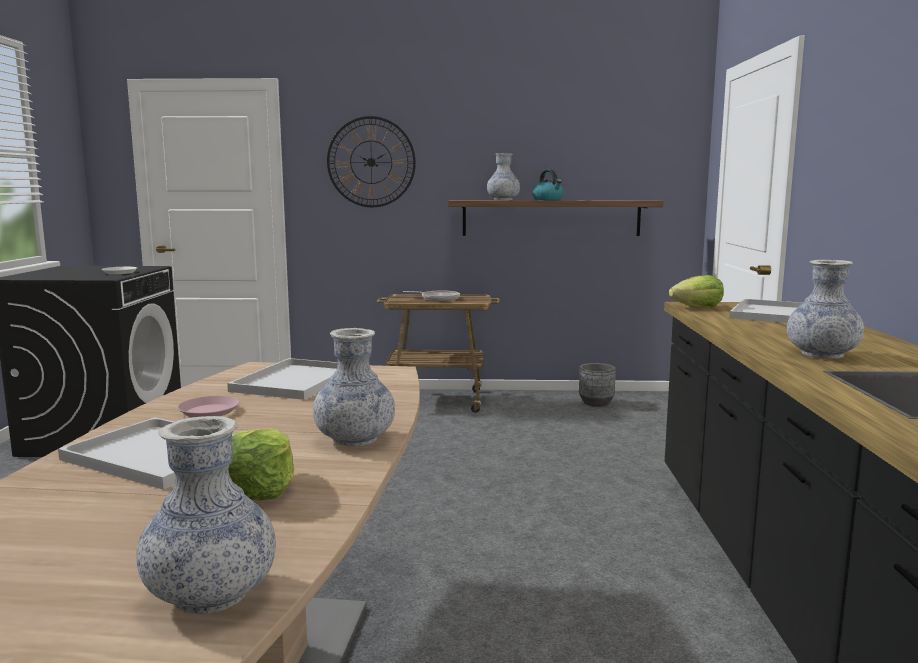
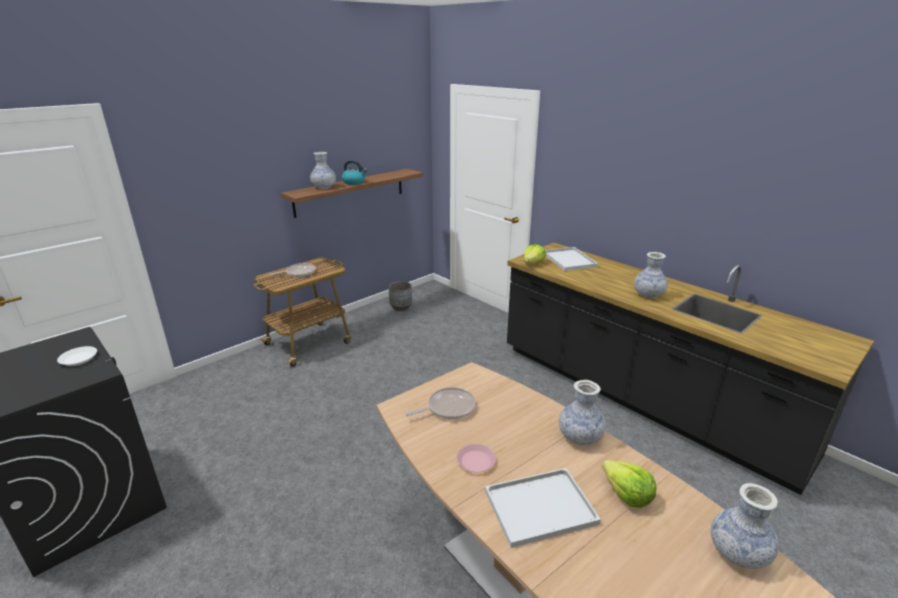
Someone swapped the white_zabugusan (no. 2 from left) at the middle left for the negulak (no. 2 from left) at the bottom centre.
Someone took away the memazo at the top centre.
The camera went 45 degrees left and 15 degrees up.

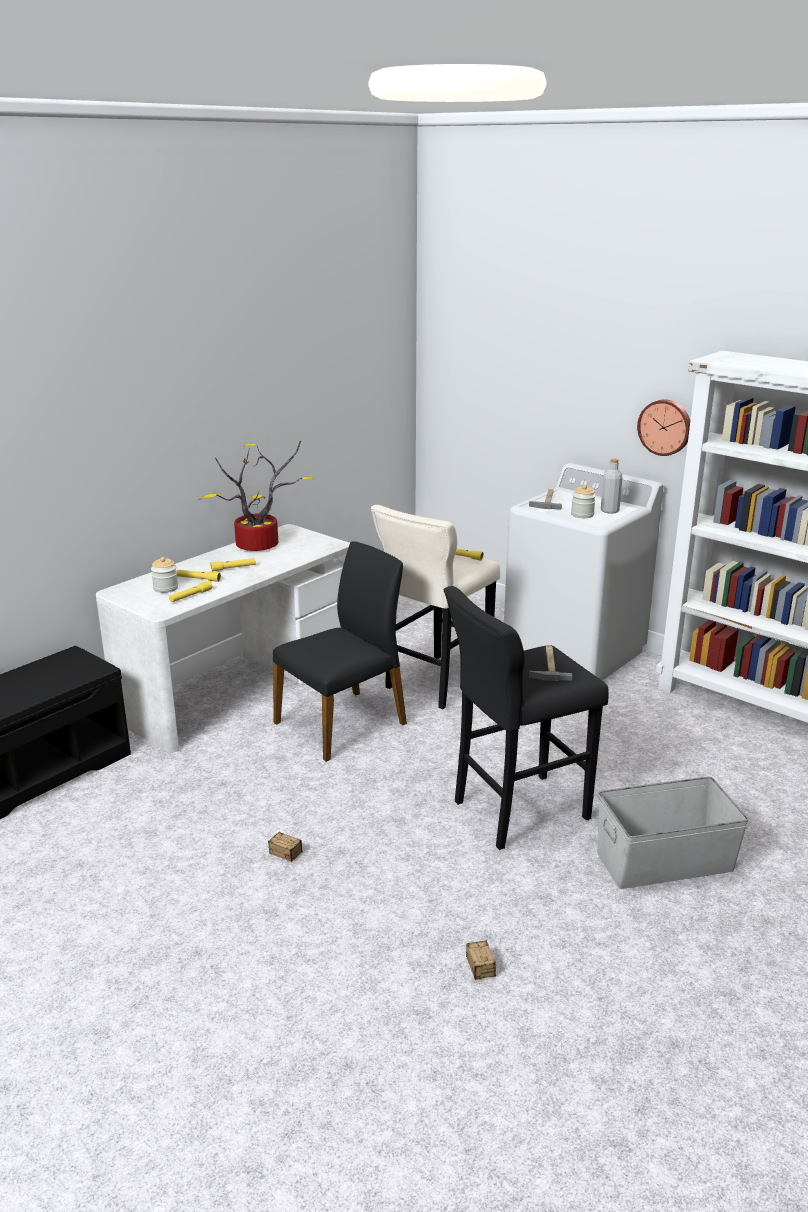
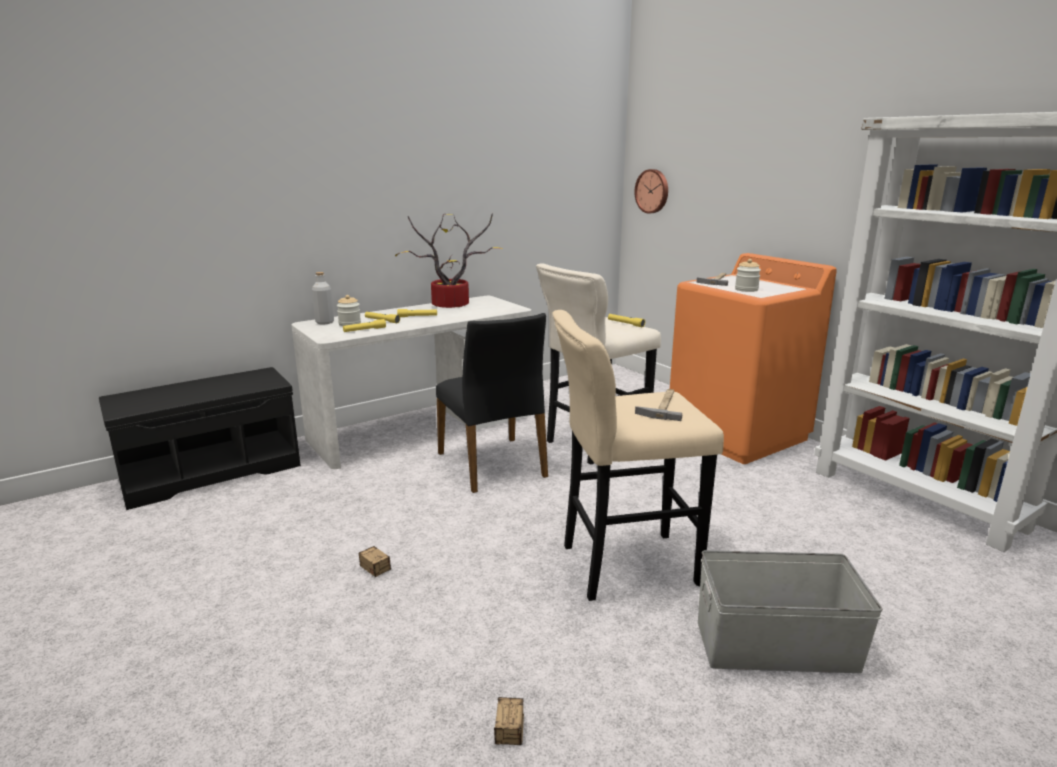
Someone rotated the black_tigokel at the centre by 90 degrees clockwise.
Someone repainted the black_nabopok at the centre, which became the beige_nabopok (no. 2 from left) at the centre.
Someone repainted the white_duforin at the middle right, which became the orange_duforin at the middle right.
Someone carried the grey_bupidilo from the middle right to the middle left.
Someone carried the memazo from the middle right to the top centre.
The camera went 15 degrees right and 5 degrees down.

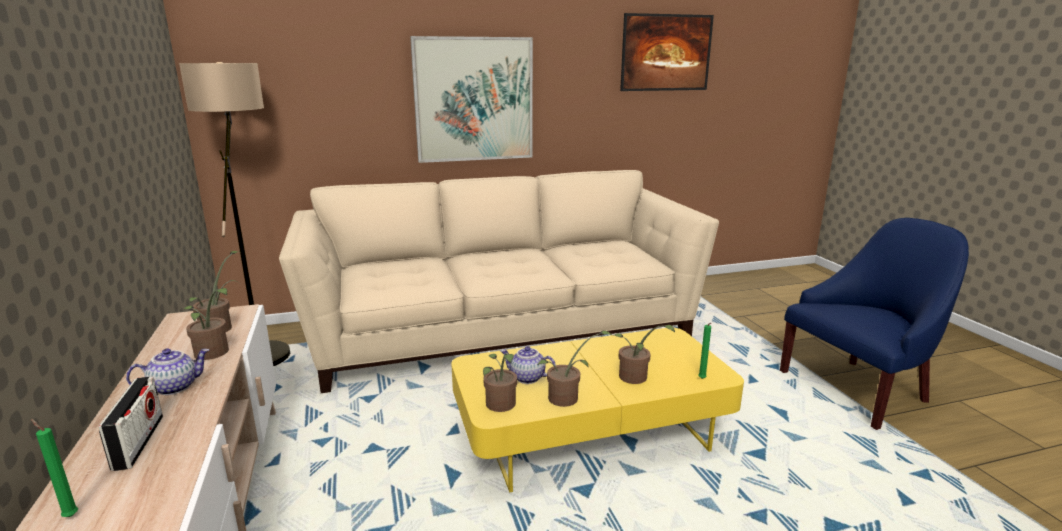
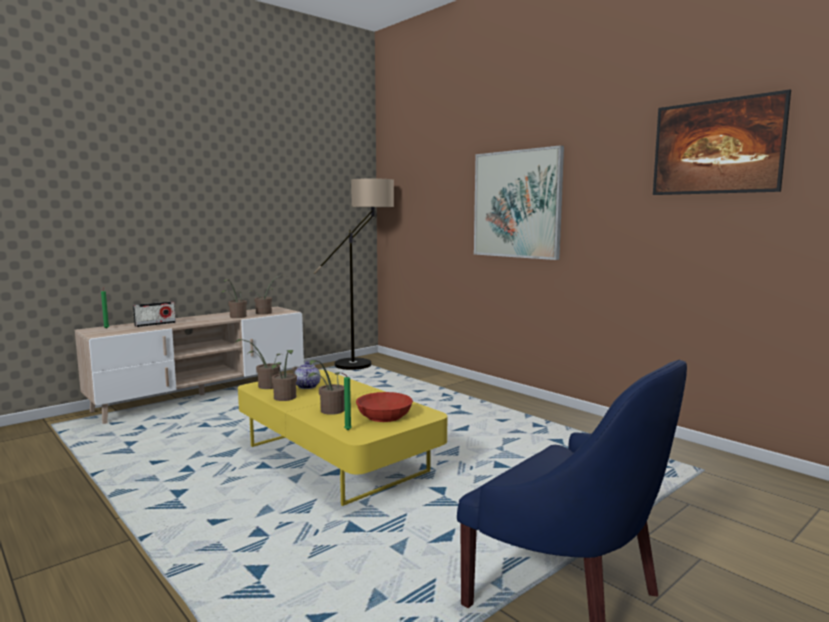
Someone took away the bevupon (no. 1 from left) at the bottom left.
Someone took away the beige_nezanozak at the centre.
Someone put down the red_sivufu at the centre.
The camera went 65 degrees right and 10 degrees down.

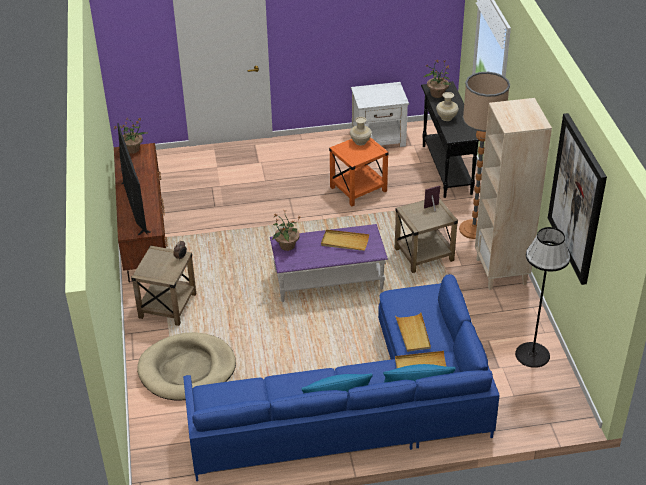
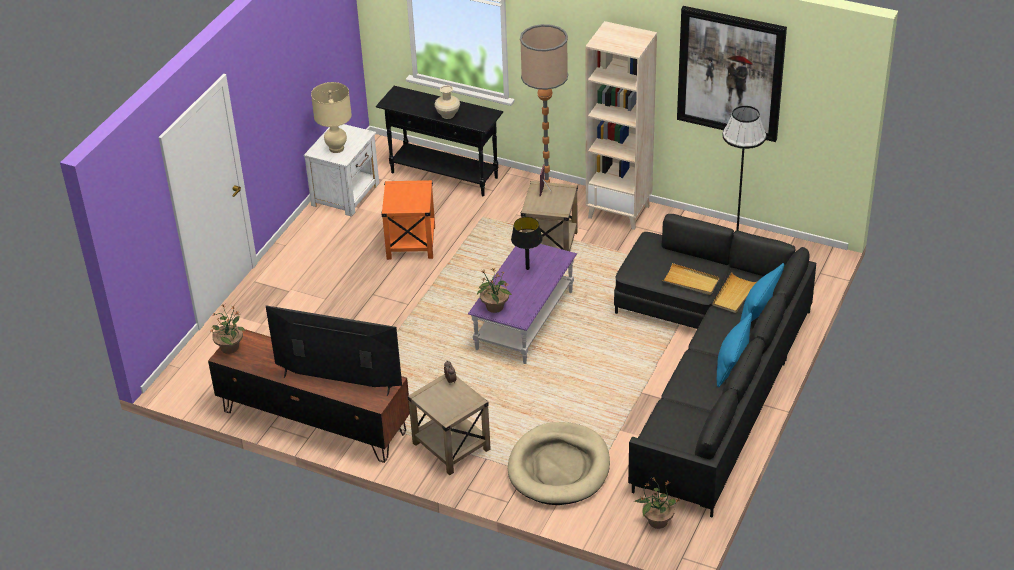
Someone repainted the blue_nezanozak at the bottom centre, which became the black_nezanozak at the middle right.
Someone swapped the beige_zabugusan (no. 1 from left) at the centre for the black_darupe at the centre.
Someone took away the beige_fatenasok (no. 1 from left) at the top centre.
Someone carried the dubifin (no. 3 from left) from the top right to the bottom centre.
Someone put down the beige_darupe at the top left.
The camera went 55 degrees left and 0 degrees up.

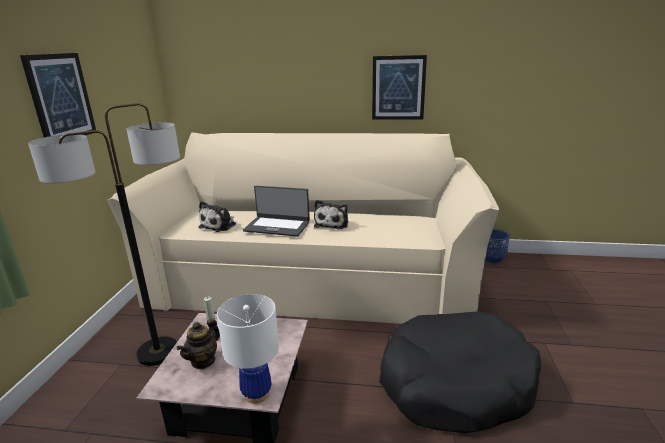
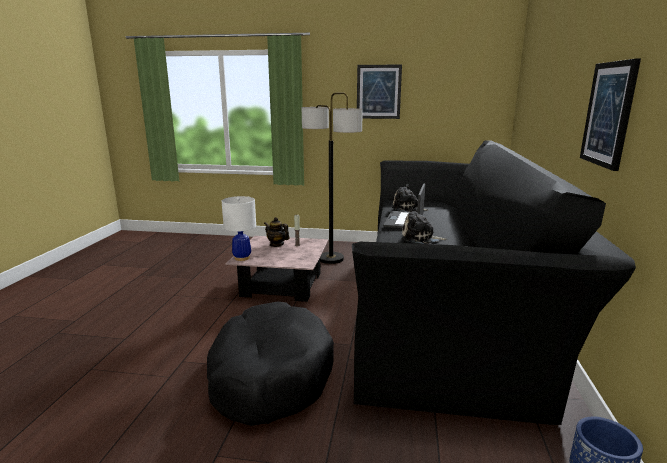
Someone repainted the beige_nezanozak at the centre, which became the black_nezanozak at the middle right.
The camera went 90 degrees right and 5 degrees down.

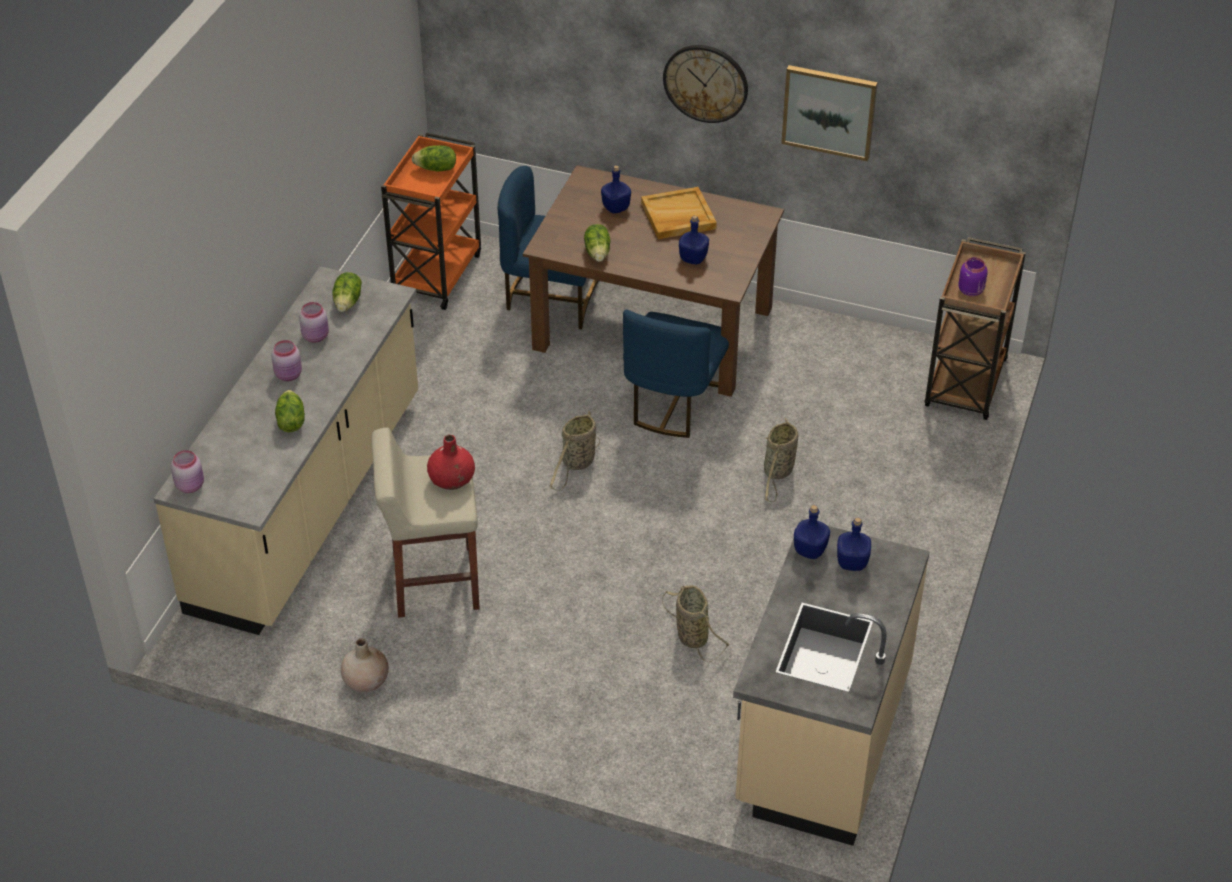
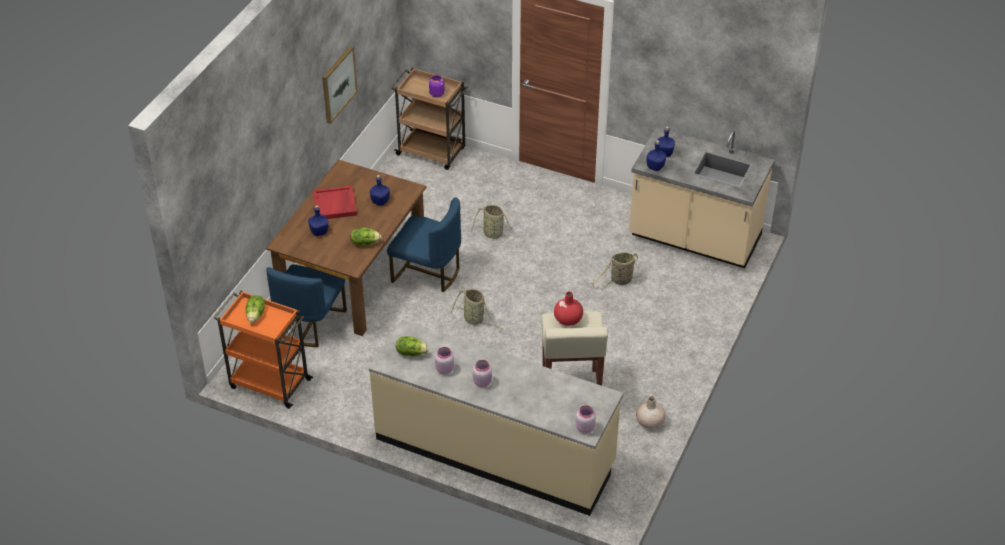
Someone took away the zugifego (no. 1 from left) at the middle left.
Someone repainted the beige_zabugusan at the top centre, which became the red_zabugusan at the centre.
Someone took away the memazo at the top centre.
The camera went 85 degrees left and 0 degrees up.

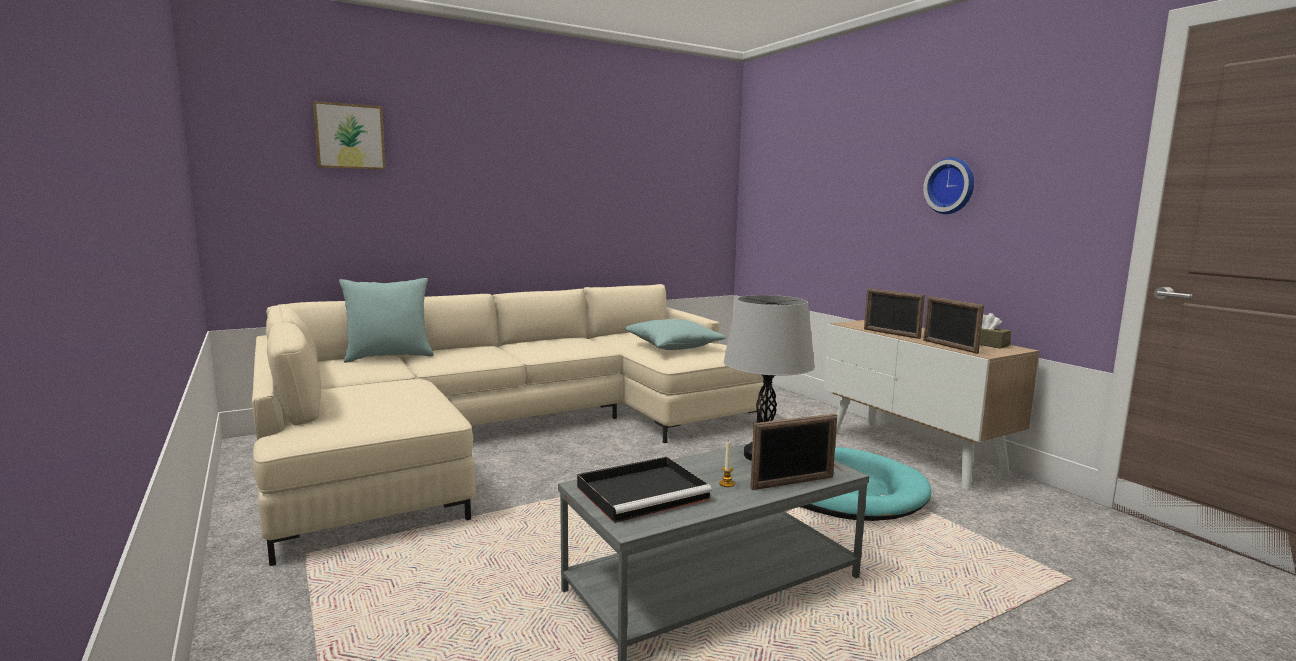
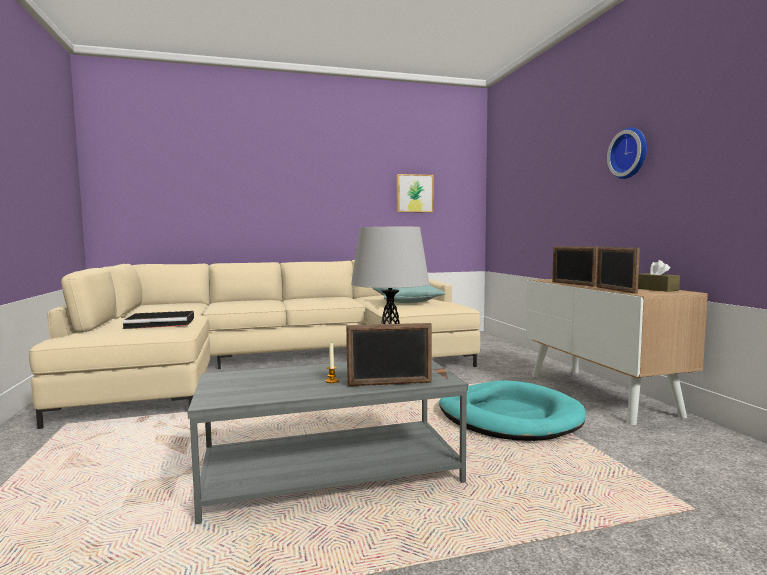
Someone carried the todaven from the top left to the centre.
Someone took away the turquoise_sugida (no. 1 from left) at the middle left.
Someone carried the black_zabugusan from the bottom centre to the middle left.
The camera went 15 degrees right and 5 degrees down.

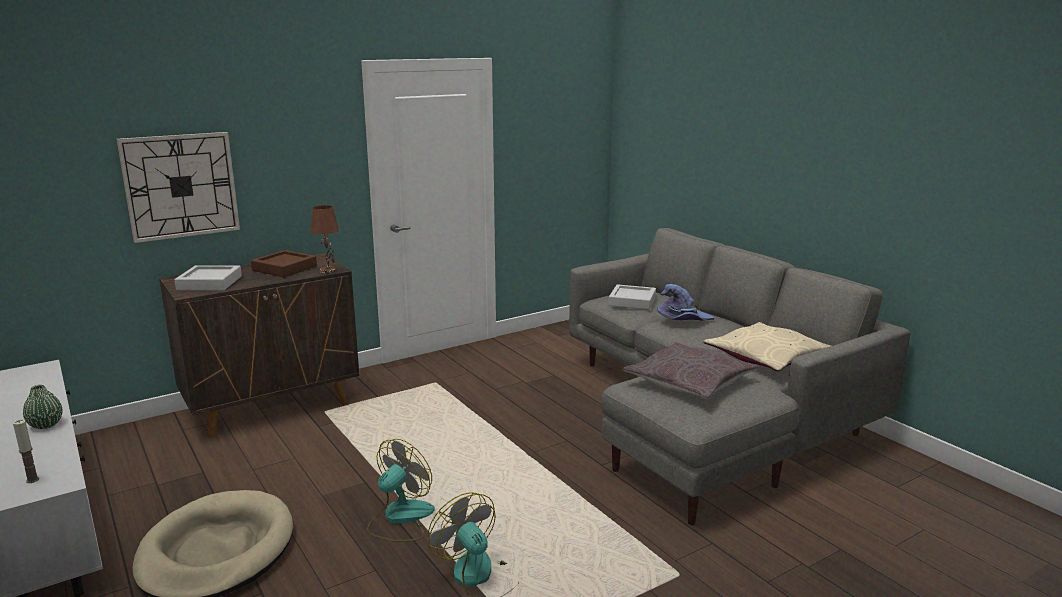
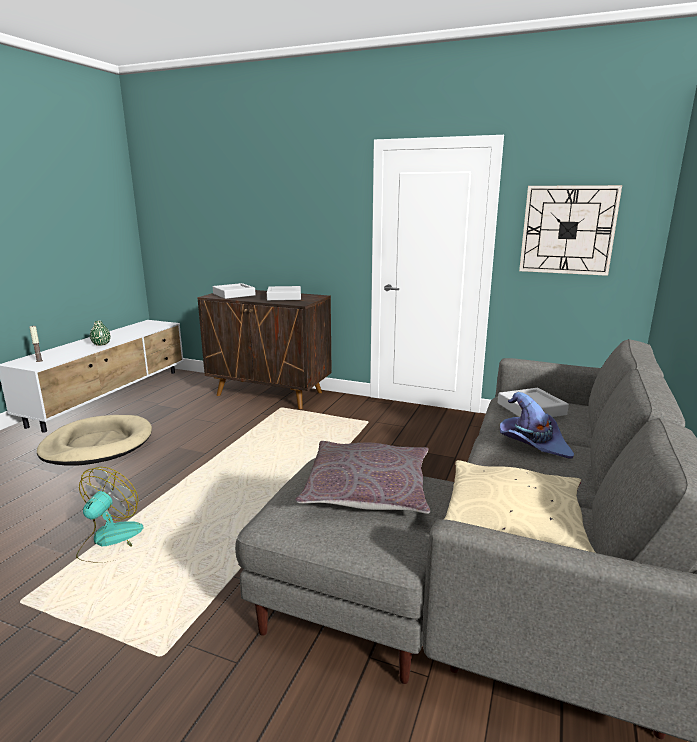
Someone carried the memazo from the top left to the top right.
Someone repainted the brown_zabugusan at the middle left, which became the grey_zabugusan (no. 2 from left) at the centre.
Someone took away the brown_darupe at the middle left.
Someone took away the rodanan (no. 1 from left) at the bottom centre.
The camera went 55 degrees right and 0 degrees up.

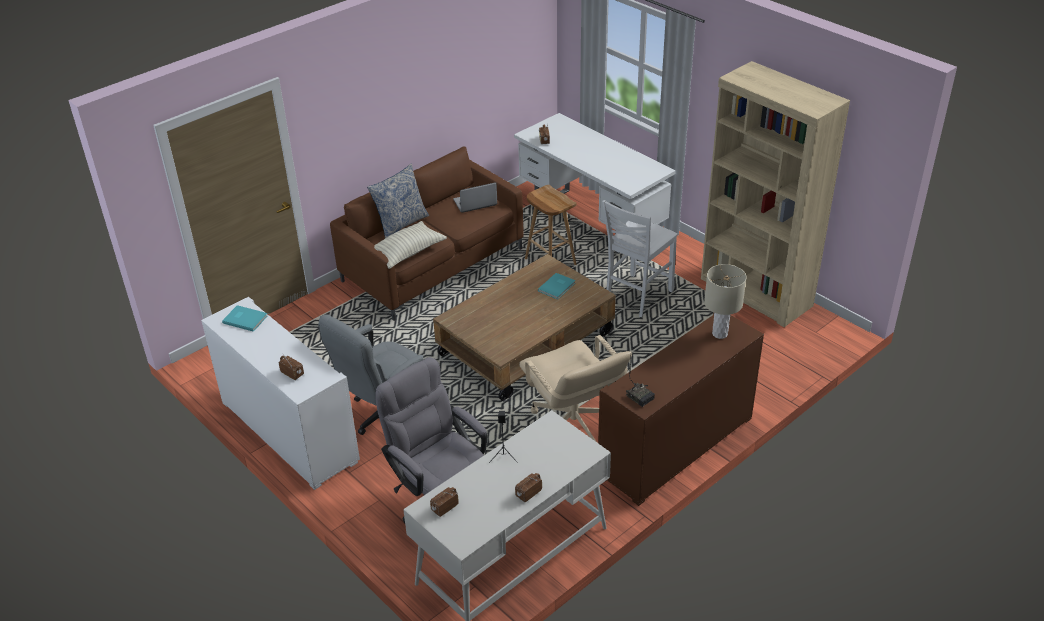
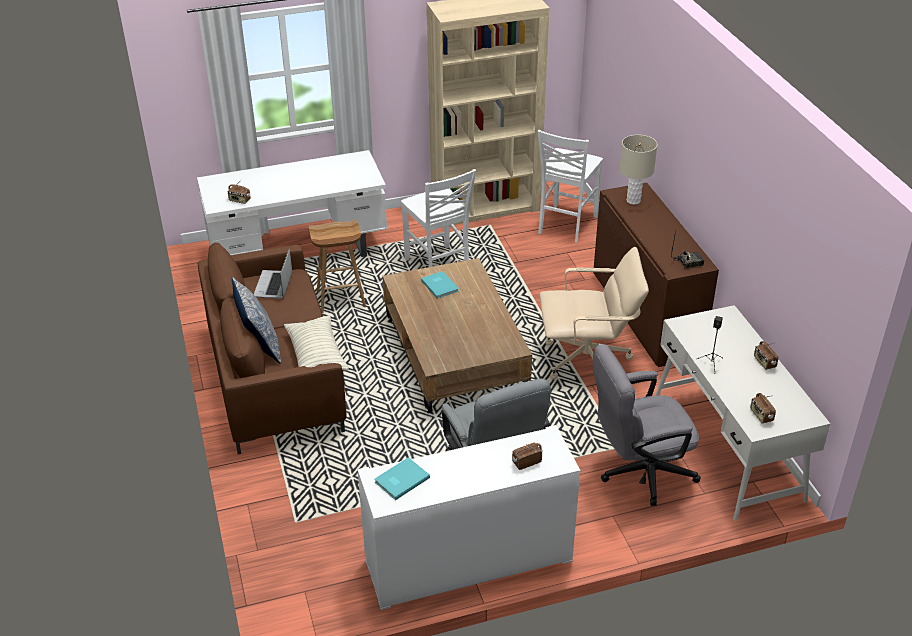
Someone put down the white_tigokel (no. 2 from left) at the top centre.
The camera went 65 degrees left and 0 degrees up.

